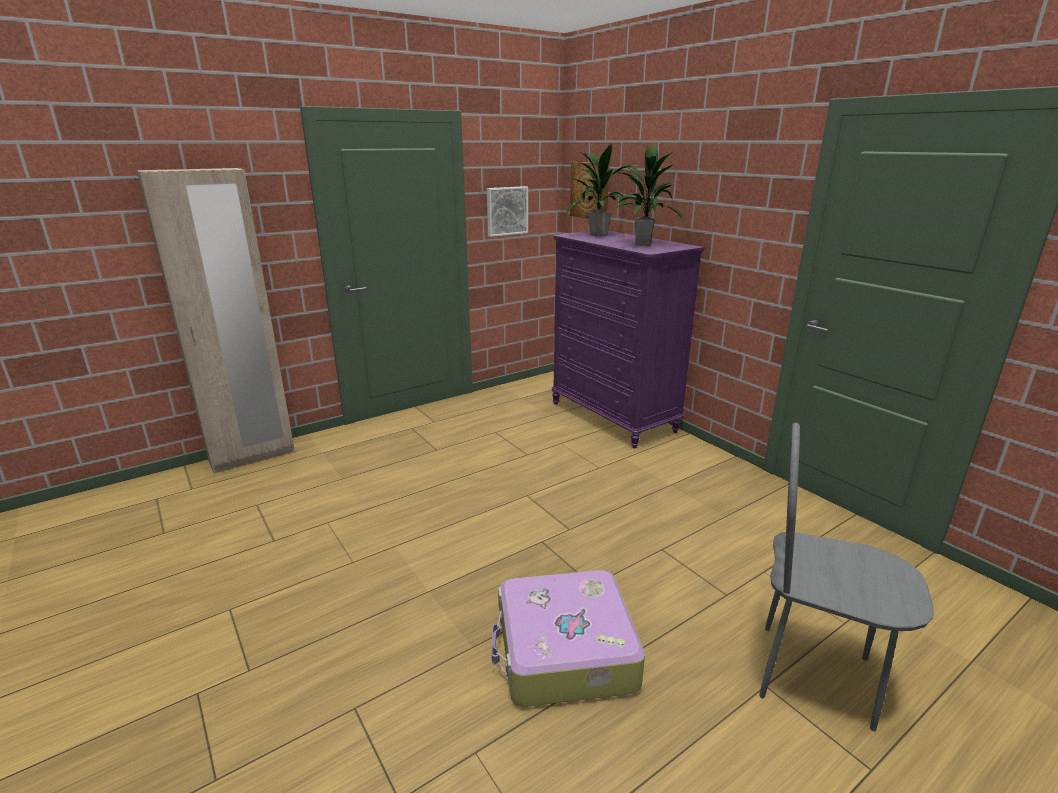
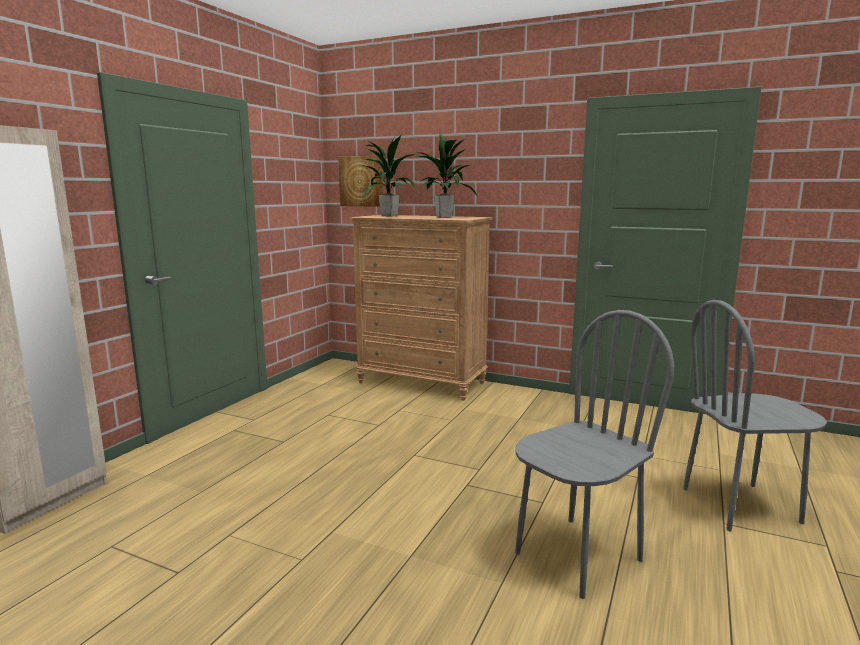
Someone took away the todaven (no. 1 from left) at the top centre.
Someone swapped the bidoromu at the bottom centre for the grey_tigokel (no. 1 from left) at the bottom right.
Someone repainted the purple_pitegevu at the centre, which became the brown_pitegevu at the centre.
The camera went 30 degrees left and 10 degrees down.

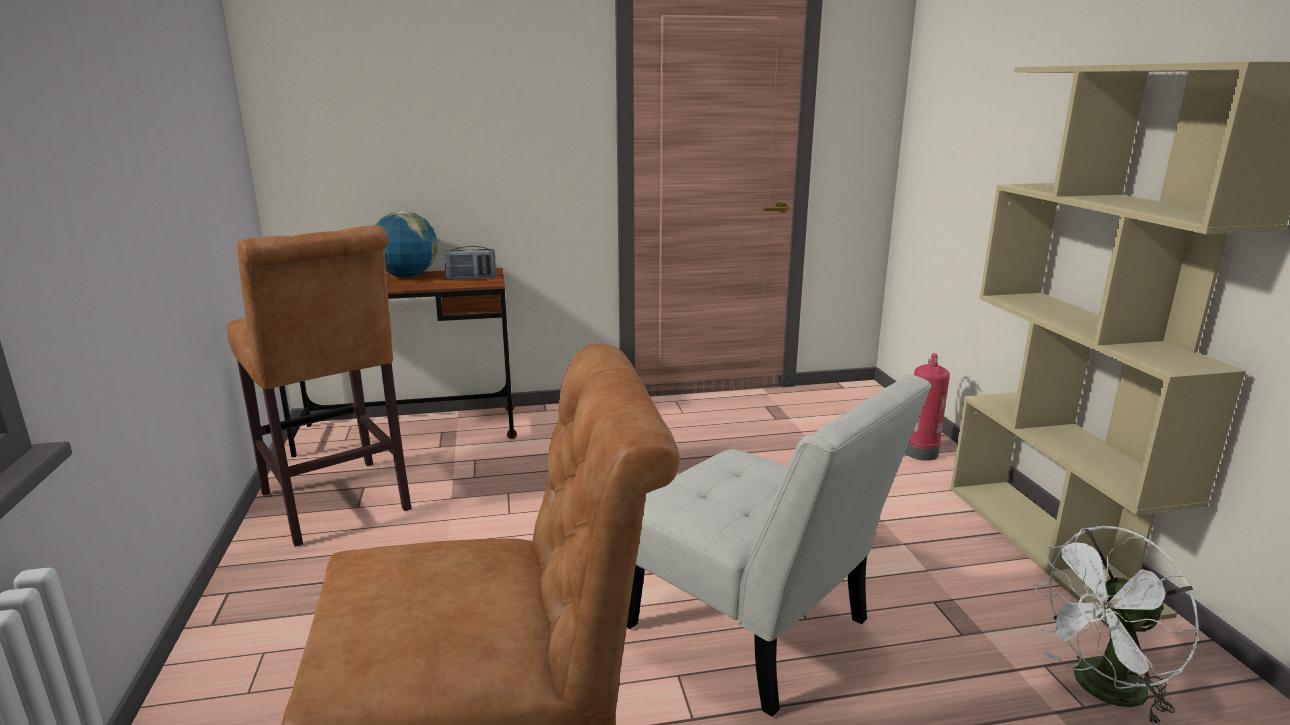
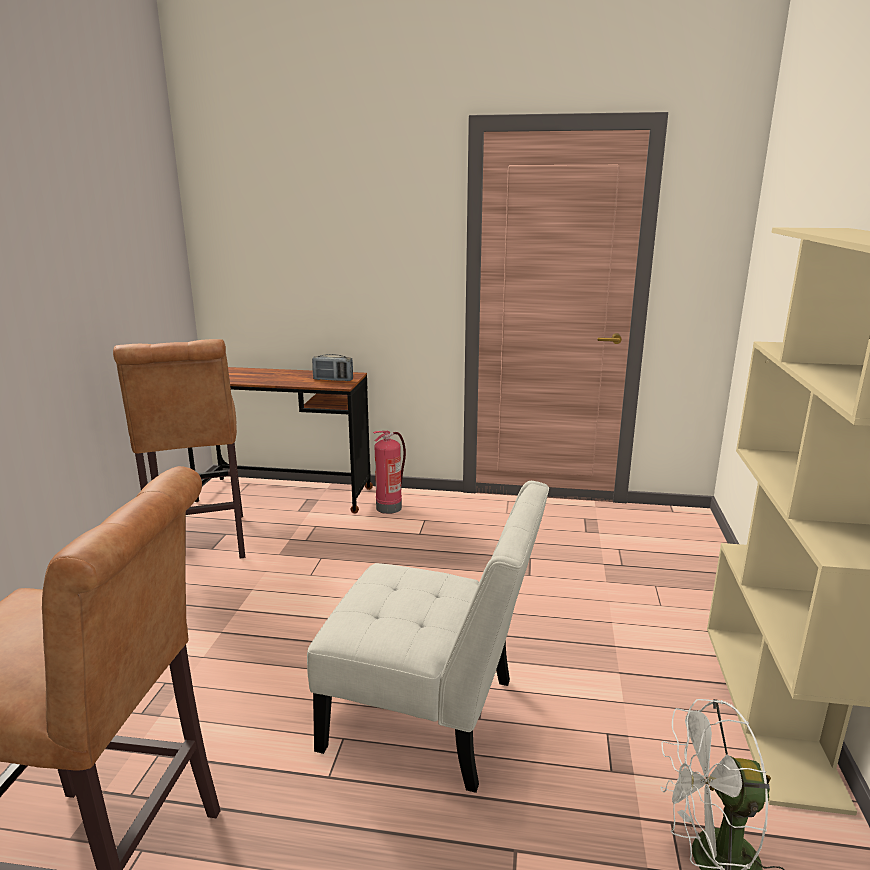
Someone took away the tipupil at the middle left.
Someone rotated the white_tigokel at the bottom centre by 45 degrees counterclockwise.
Someone carried the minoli from the middle right to the centre.
The camera went 20 degrees right and 0 degrees up.

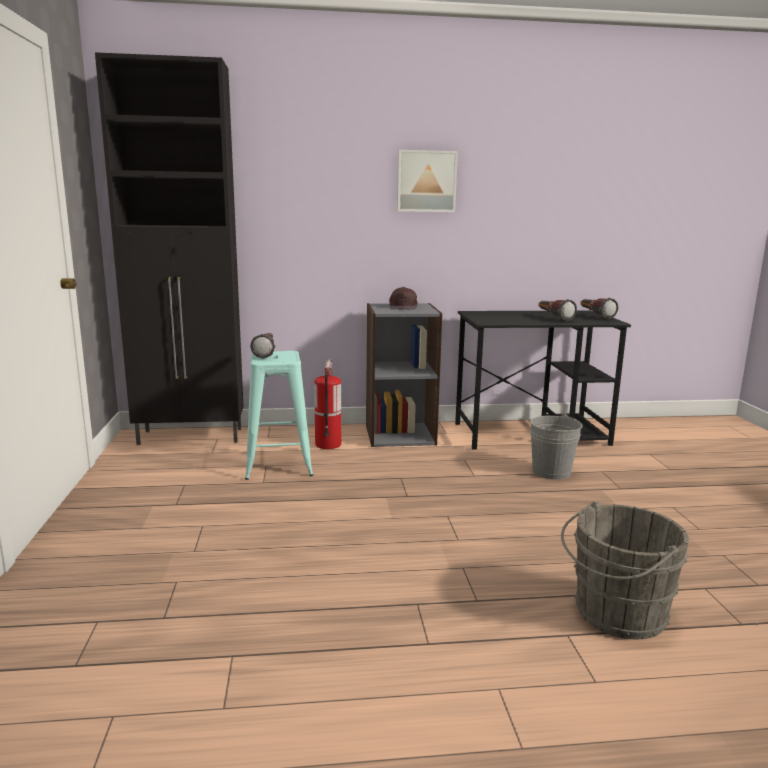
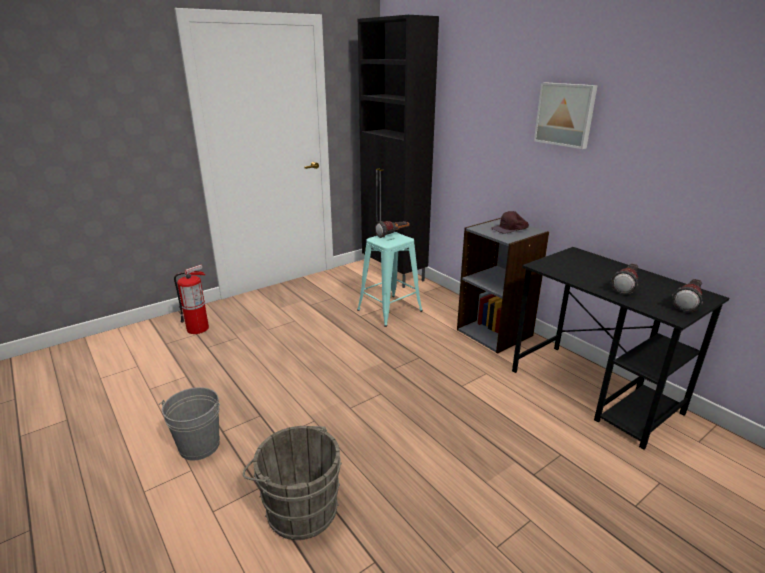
Someone carried the minoli from the centre to the middle left.
Someone carried the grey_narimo (no. 1 from left) from the middle right to the bottom left.
The camera went 60 degrees right and 10 degrees up.

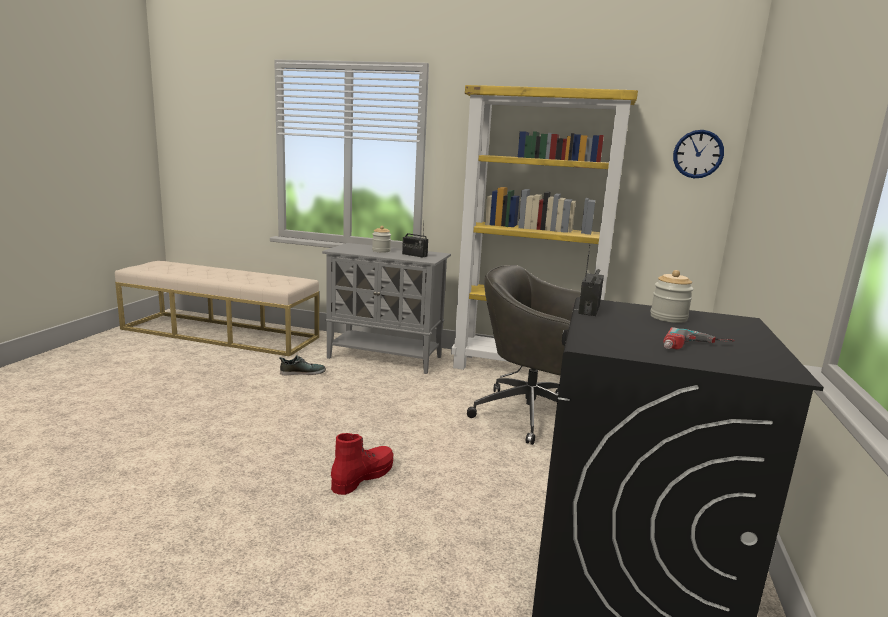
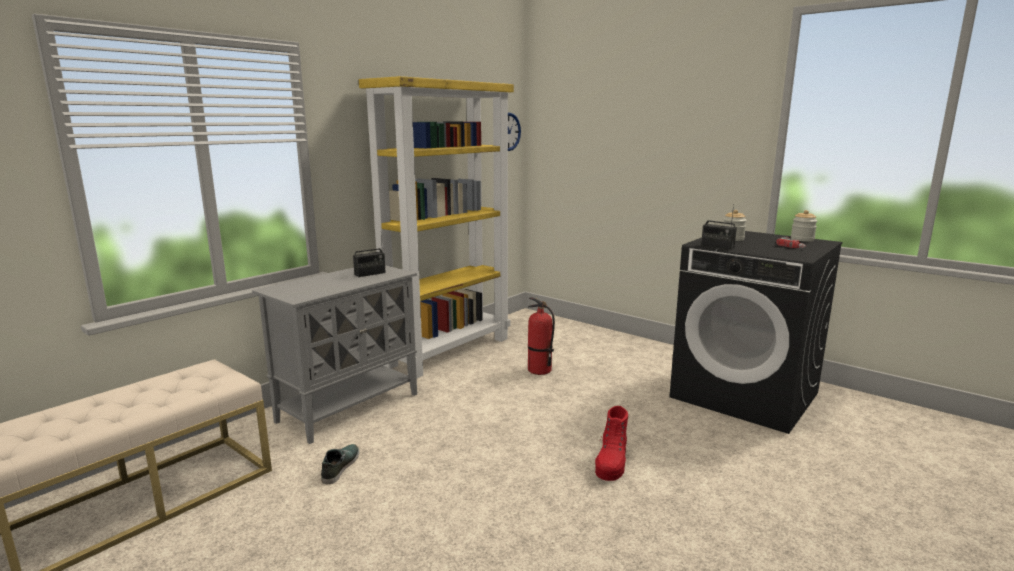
Someone rotated the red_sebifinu at the bottom centre by 135 degrees counterclockwise.
Someone carried the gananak (no. 1 from left in the first image) from the centre to the middle right.
Someone swapped the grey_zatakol at the centre for the minoli at the centre.
The camera went 65 degrees left and 0 degrees up.

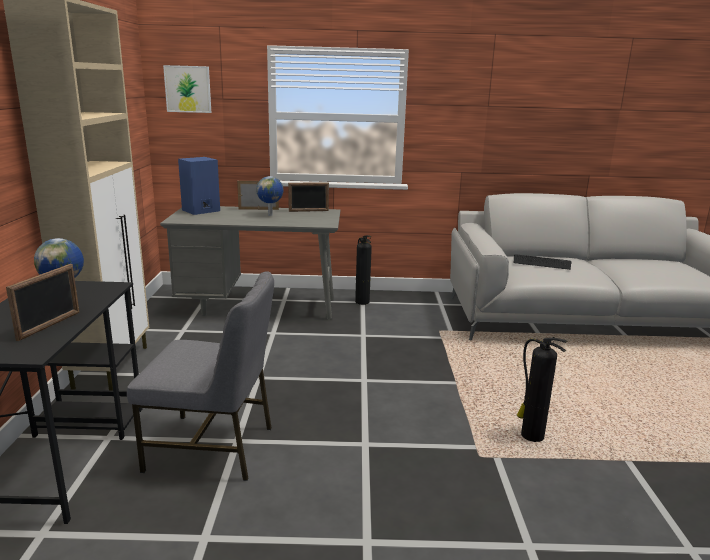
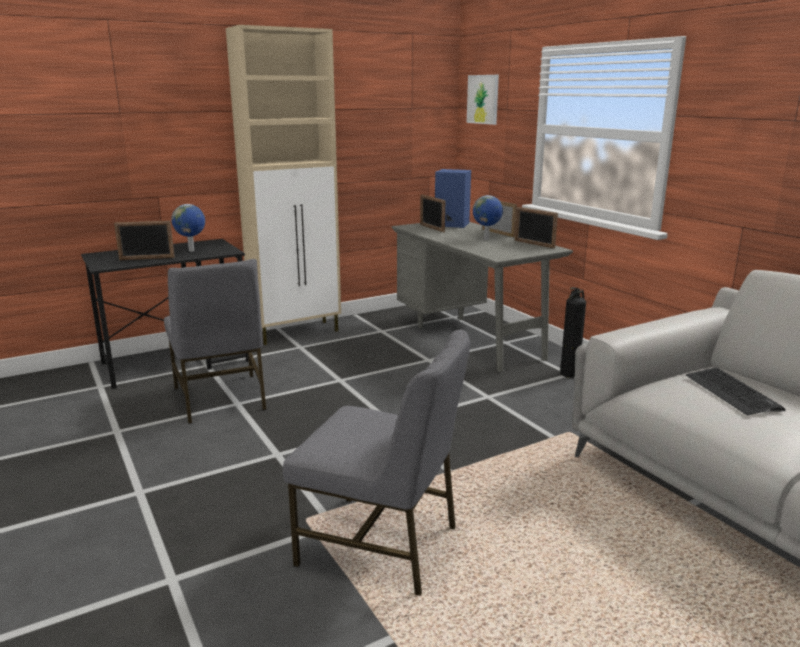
Someone swapped the minoli (no. 2 from left) at the bottom right for the grey_tigokel (no. 2 from left) at the bottom centre.
Someone put down the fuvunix (no. 2 from left) at the top centre.
The camera went 60 degrees right and 0 degrees up.

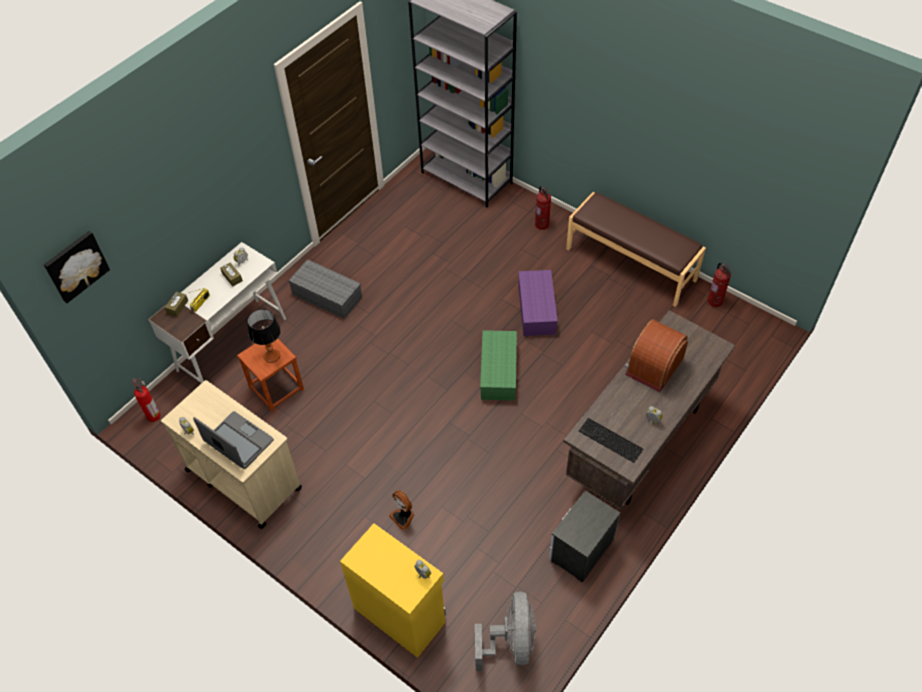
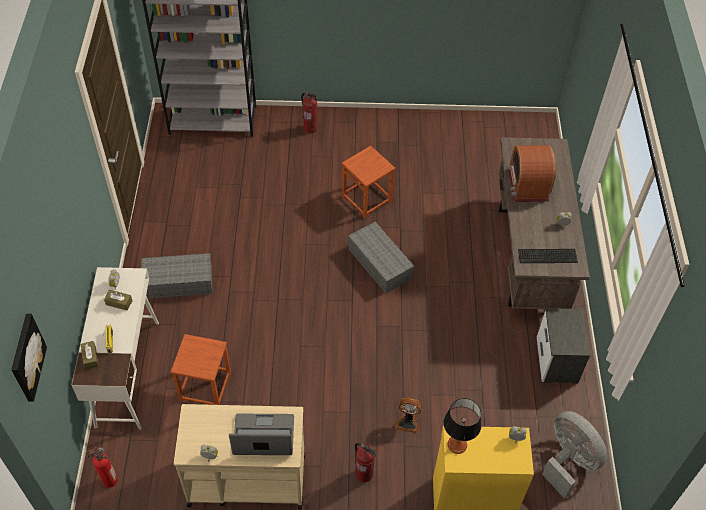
Someone carried the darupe from the middle left to the bottom centre.
Someone repainted the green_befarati at the centre, which became the grey_befarati (no. 2 from left) at the centre.
Someone swapped the purple_befarati at the centre for the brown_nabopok (no. 2 from left) at the centre.
Someone took away the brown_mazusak at the middle right.
Someone carried the minoli (no. 3 from left) from the middle right to the bottom centre.
The camera went 40 degrees left and 0 degrees up.

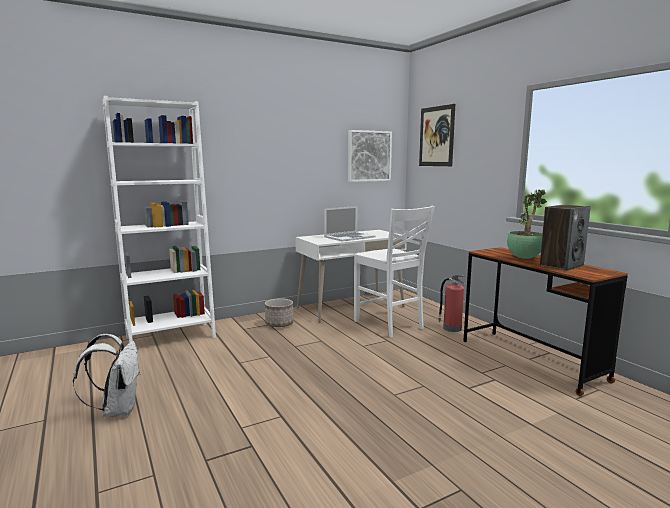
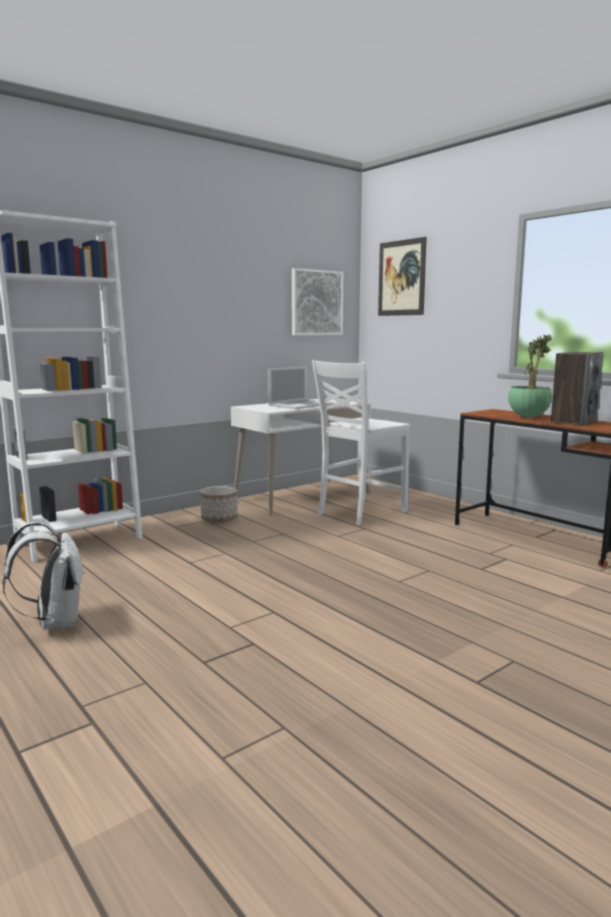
Someone rotated the white_tigokel at the centre by 90 degrees clockwise.
Someone took away the minoli at the middle right.
The camera went 10 degrees left and 0 degrees up.

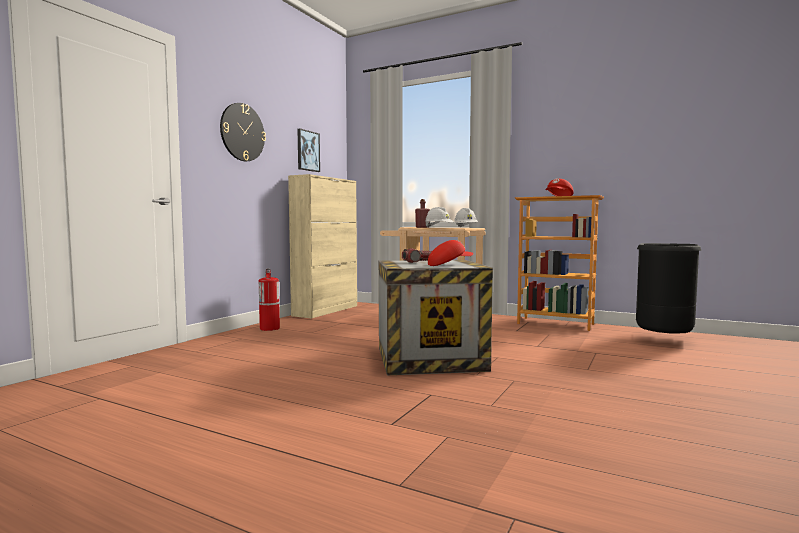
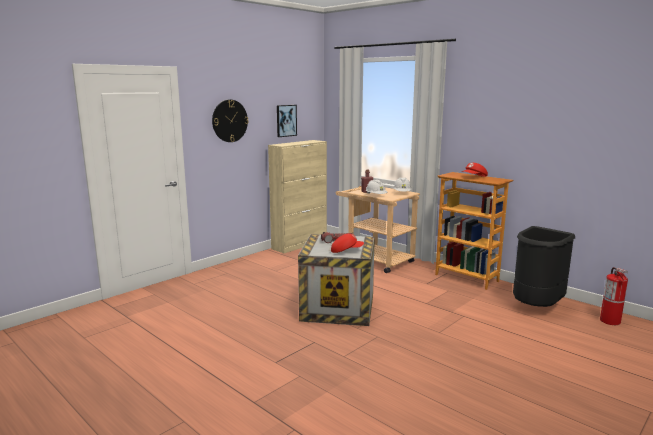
Someone carried the minoli from the centre to the bottom right.
The camera went 15 degrees right and 10 degrees up.

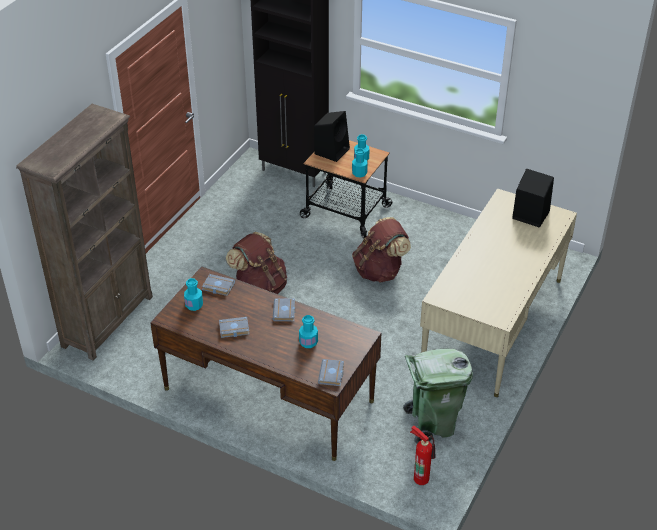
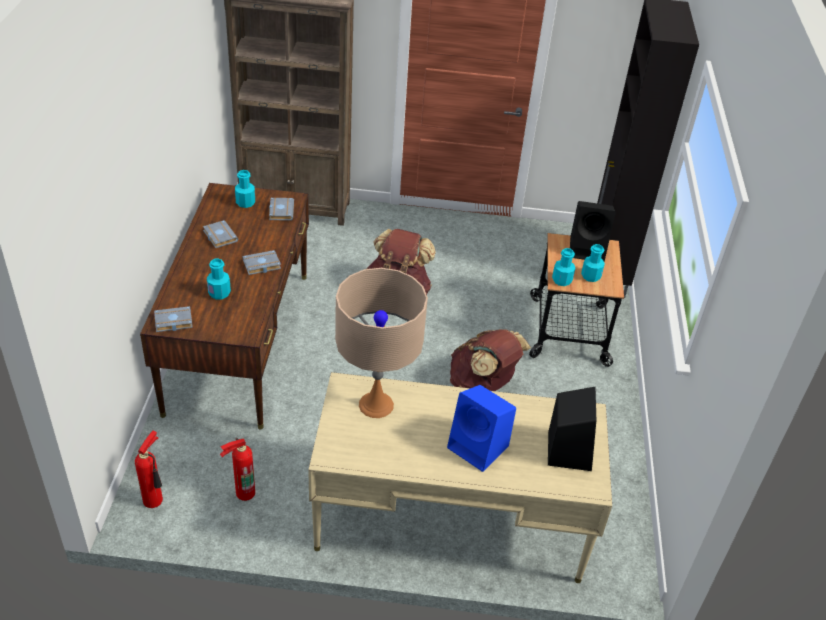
Someone swapped the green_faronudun at the bottom right for the minoli (no. 2 from left) at the bottom left.
Someone put down the beige_darupe at the centre.
Someone put down the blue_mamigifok at the bottom centre.
The camera went 65 degrees right and 0 degrees up.

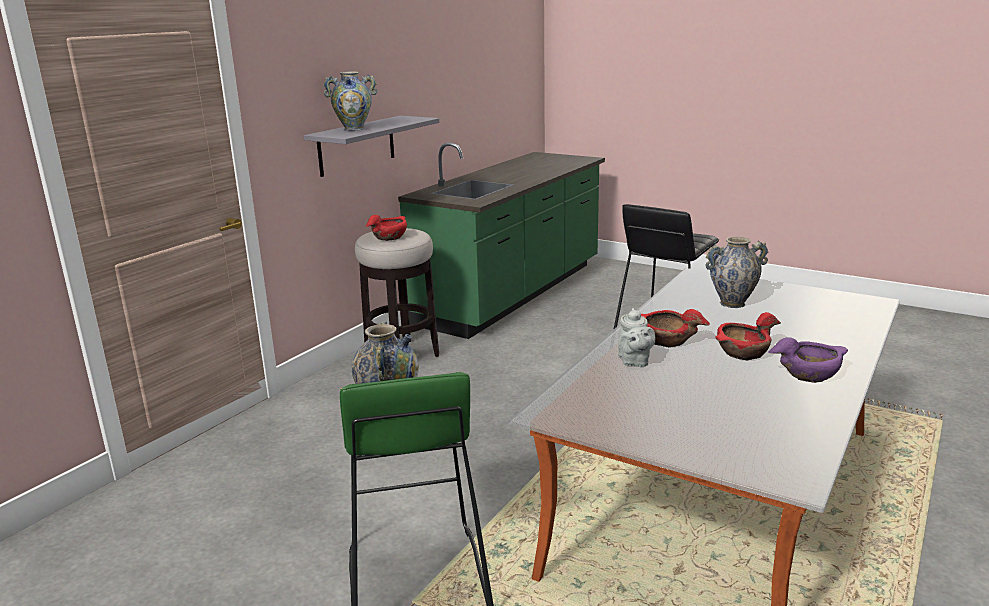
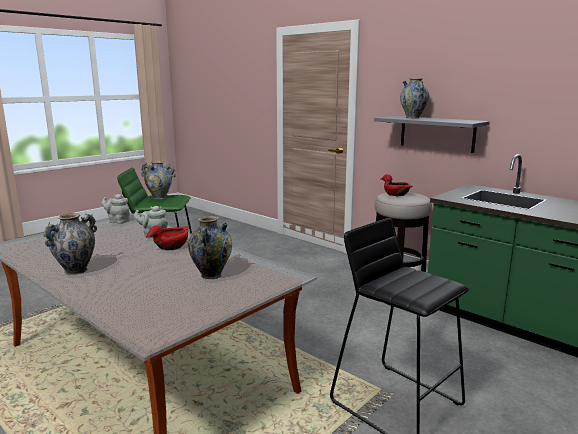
Someone took away the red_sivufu (no. 3 from left) at the middle right.
Someone swapped the purple_sivufu at the middle right for the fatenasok (no. 1 from left) at the middle left.
Someone put down the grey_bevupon (no. 1 from left) at the middle left.
The camera went 100 degrees right and 5 degrees down.

